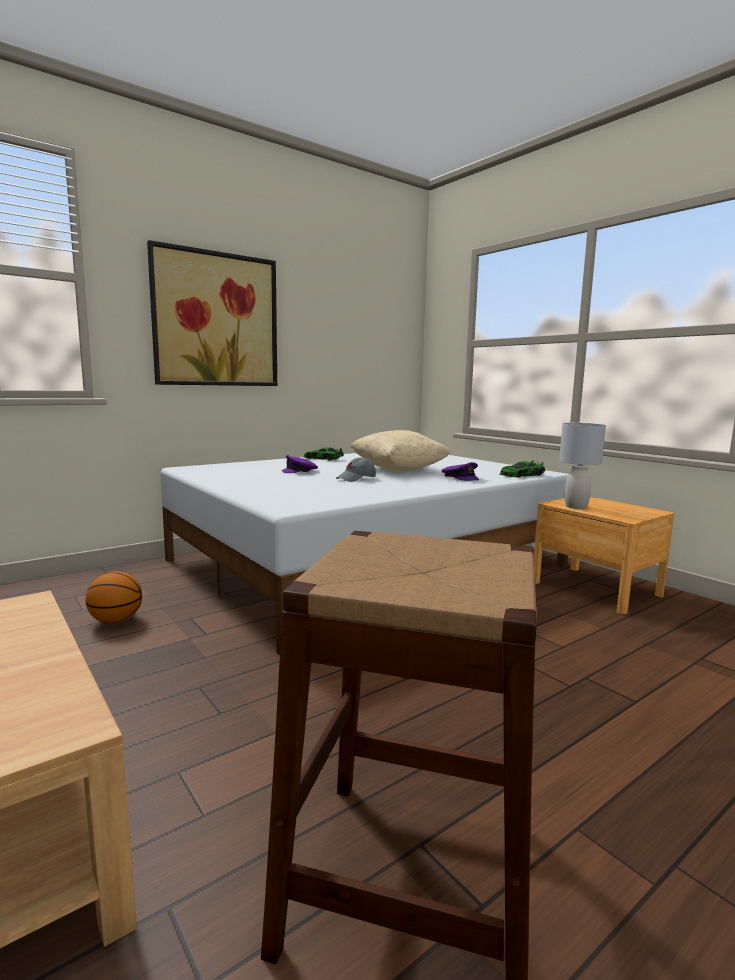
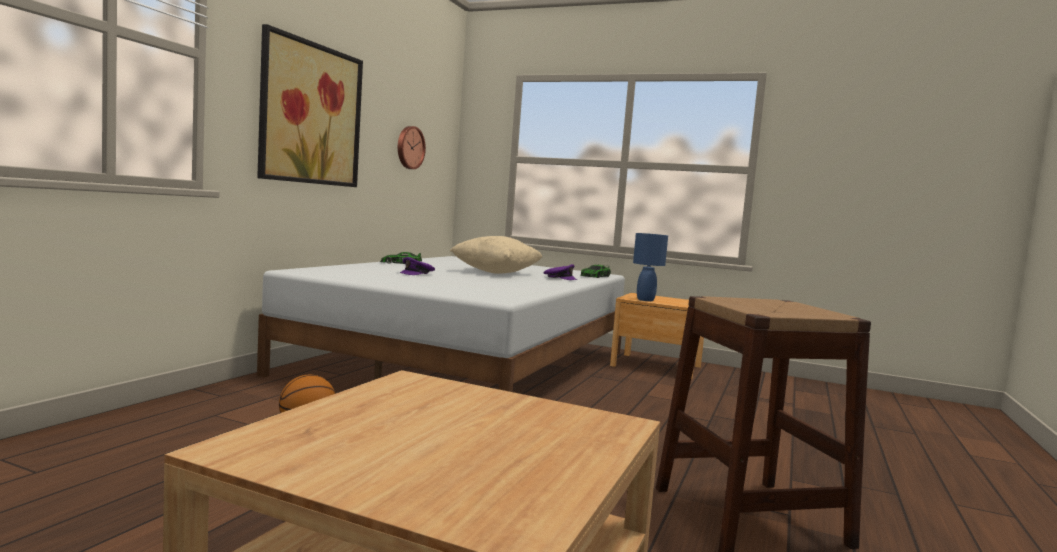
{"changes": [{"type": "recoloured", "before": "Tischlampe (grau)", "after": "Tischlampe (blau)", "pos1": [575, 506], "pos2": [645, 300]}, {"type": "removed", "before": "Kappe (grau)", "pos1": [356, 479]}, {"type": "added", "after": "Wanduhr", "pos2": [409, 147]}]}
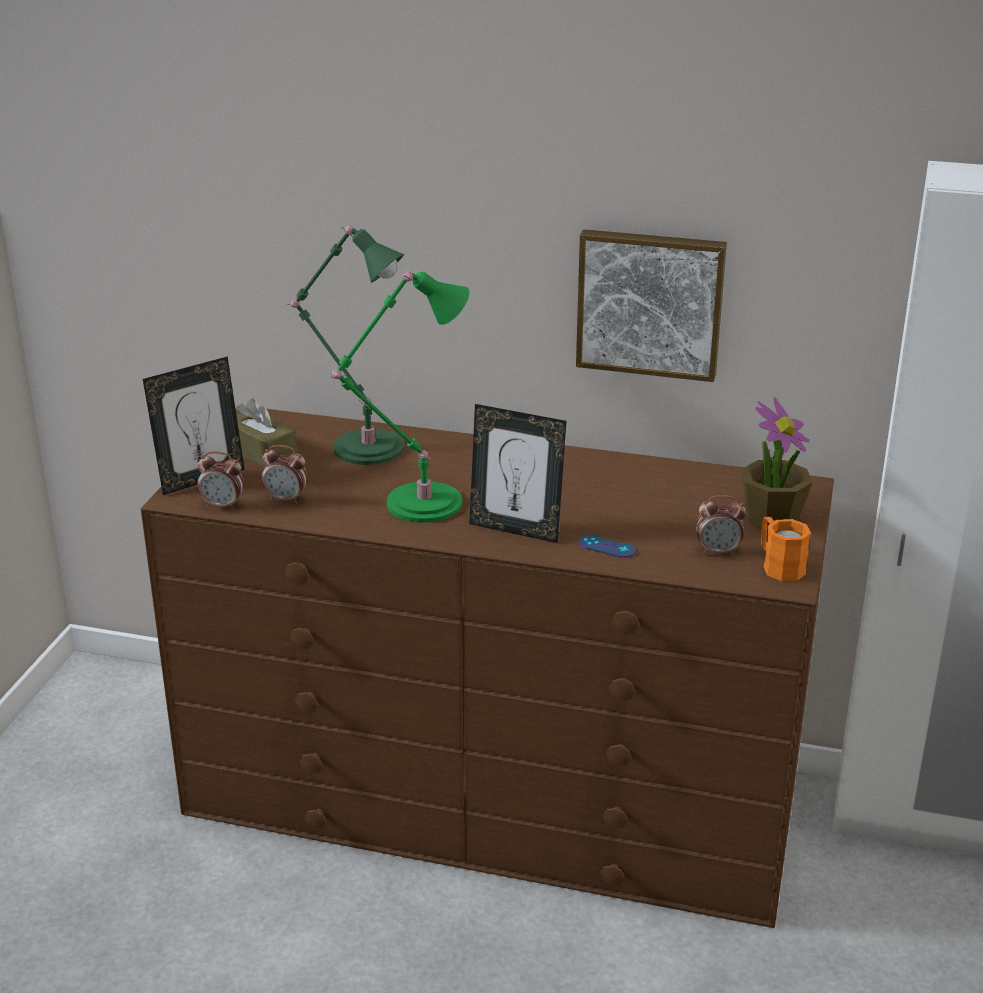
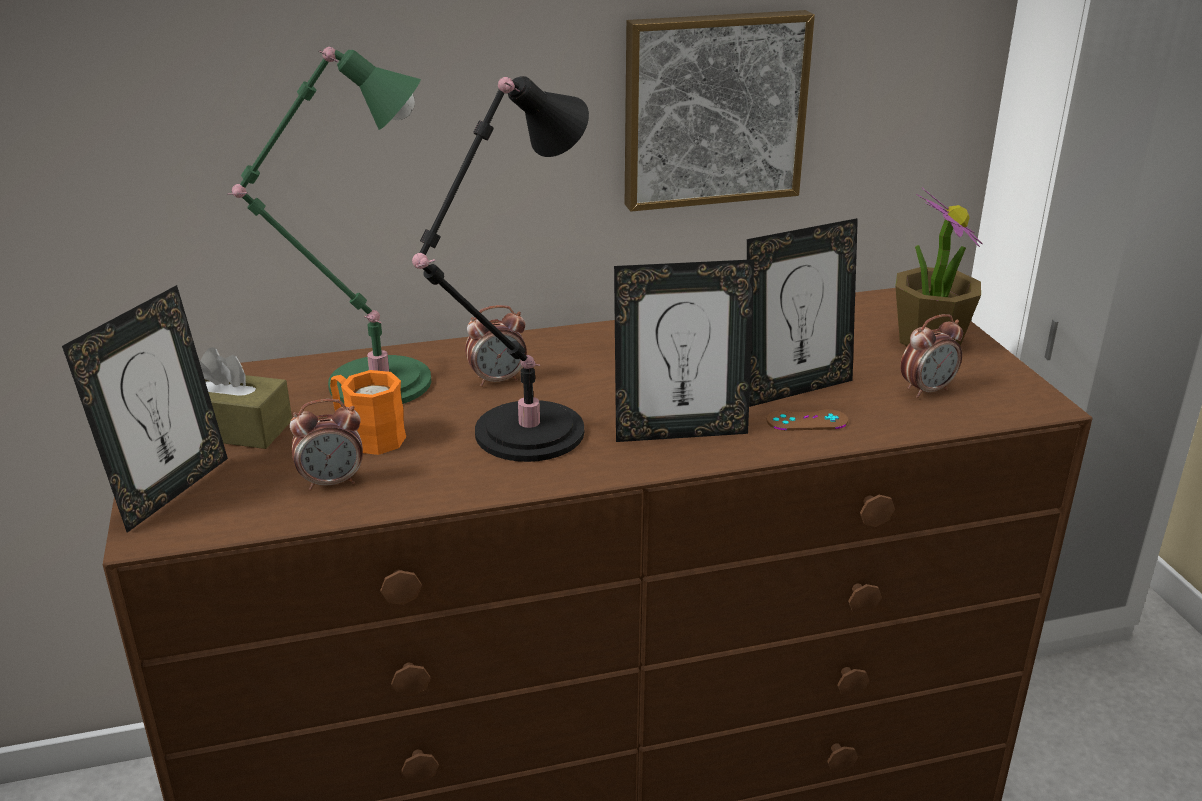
{"changes": [{"type": "recoloured", "before": "Tischlampe (grün)", "after": "Tischlampe (schwarz)", "pos1": [417, 504], "pos2": [521, 435]}, {"type": "moved", "before": "Wecker", "pos1": [223, 506], "pos2": [498, 380]}, {"type": "moved", "before": "Henkelbecher (orange)", "pos1": [778, 565], "pos2": [367, 436]}, {"type": "recoloured", "before": "Gamepad (blau)", "after": "Gamepad (braun)", "pos1": [606, 546], "pos2": [807, 421]}, {"type": "added", "after": "Bilderrahmen", "pos2": [795, 389]}]}
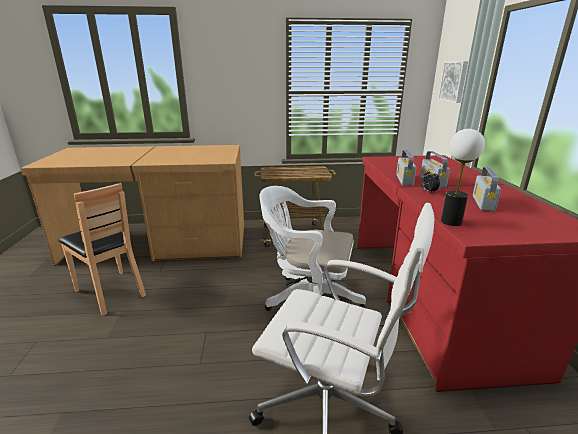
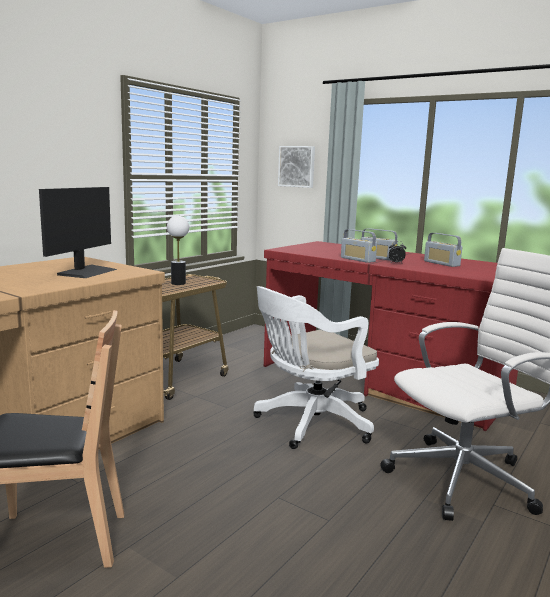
{"changes": [{"type": "moved", "before": "Tischlampe", "pos1": [451, 221], "pos2": [178, 283]}, {"type": "added", "after": "Monitor", "pos2": [87, 272]}]}
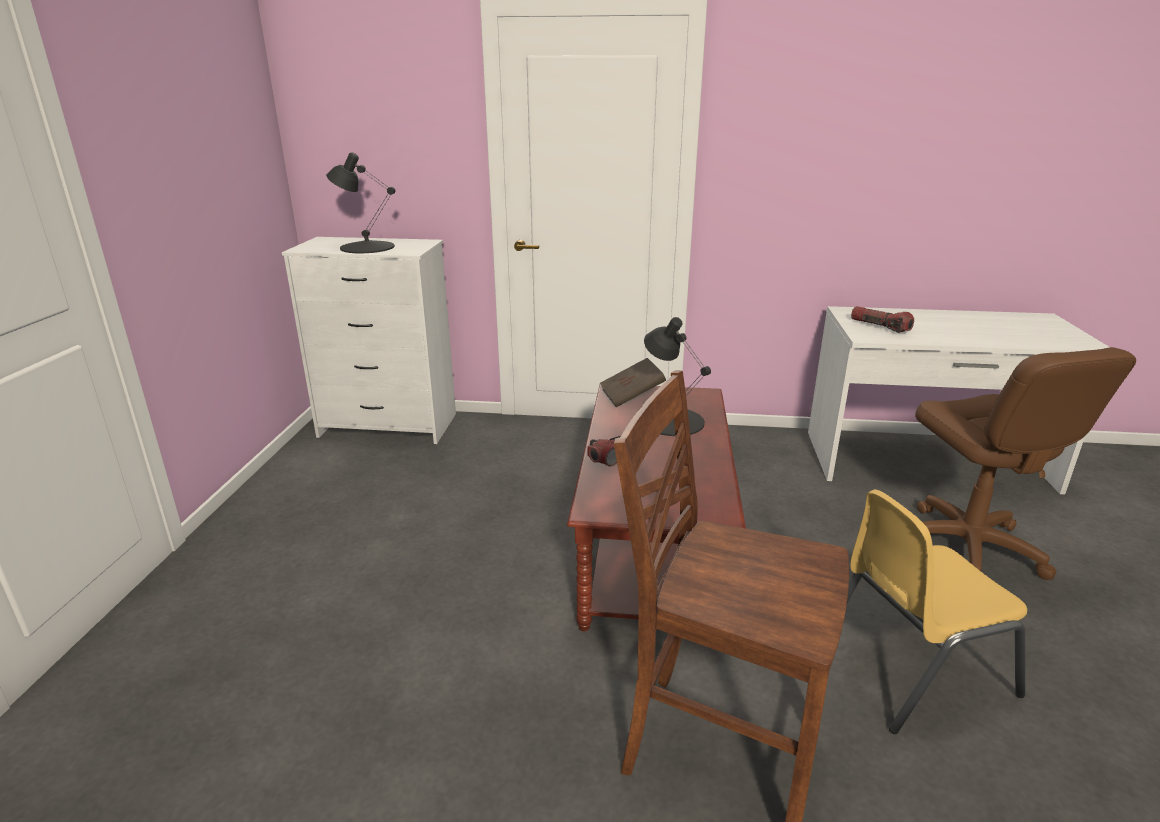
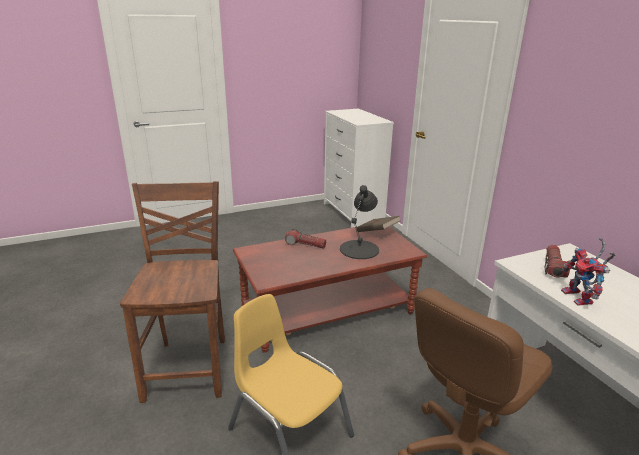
{"changes": [{"type": "removed", "before": "Tischlampe (schwarz)", "pos1": [366, 247]}, {"type": "added", "after": "Spielzeugroboter", "pos2": [580, 298]}]}
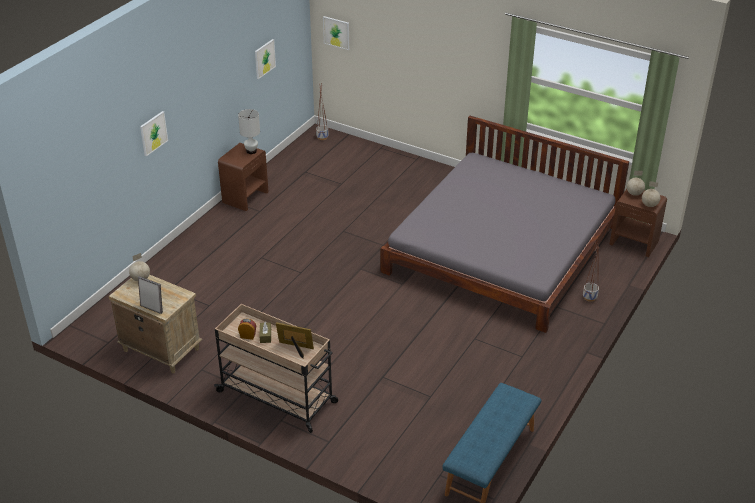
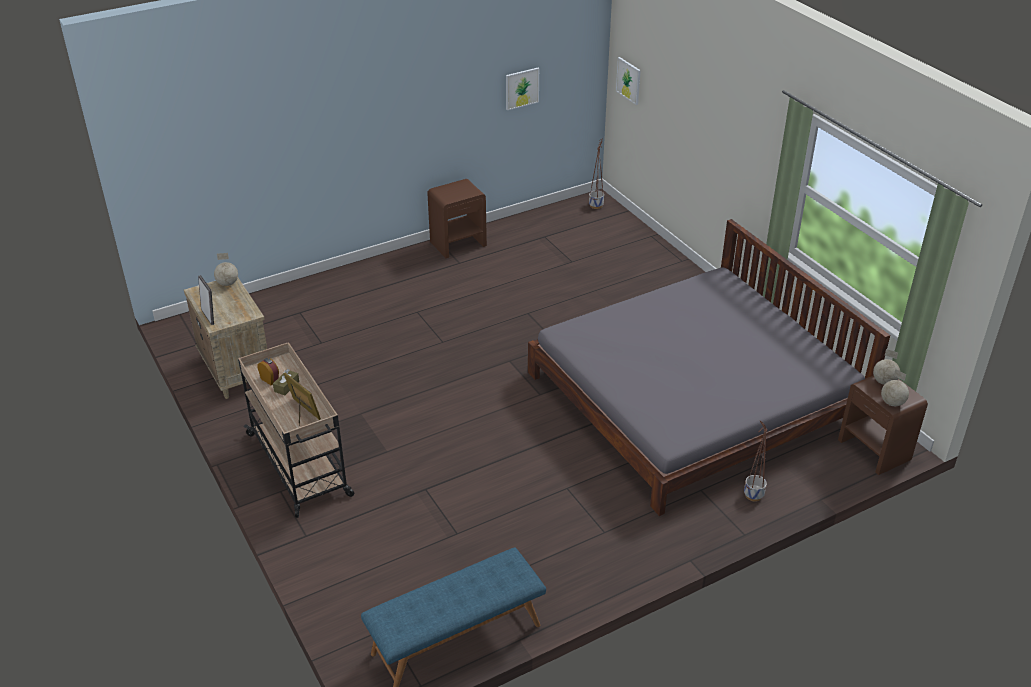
{"changes": [{"type": "removed", "before": "Tischlampe (weiß)", "pos1": [251, 151]}, {"type": "removed", "before": "Bild", "pos1": [153, 133]}]}
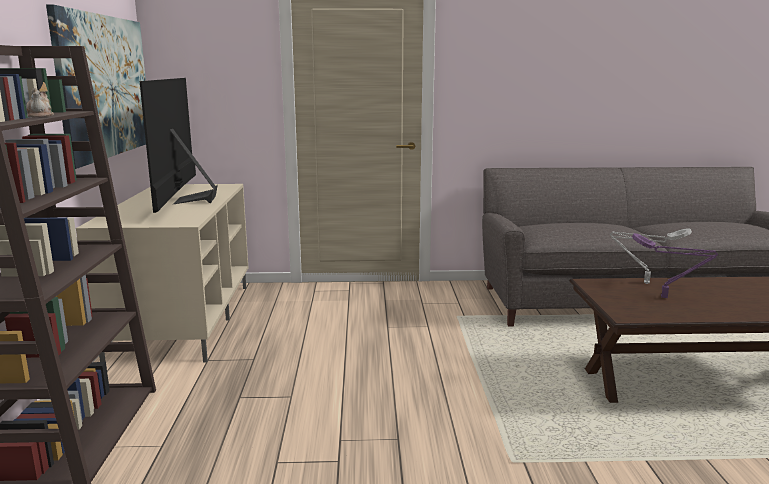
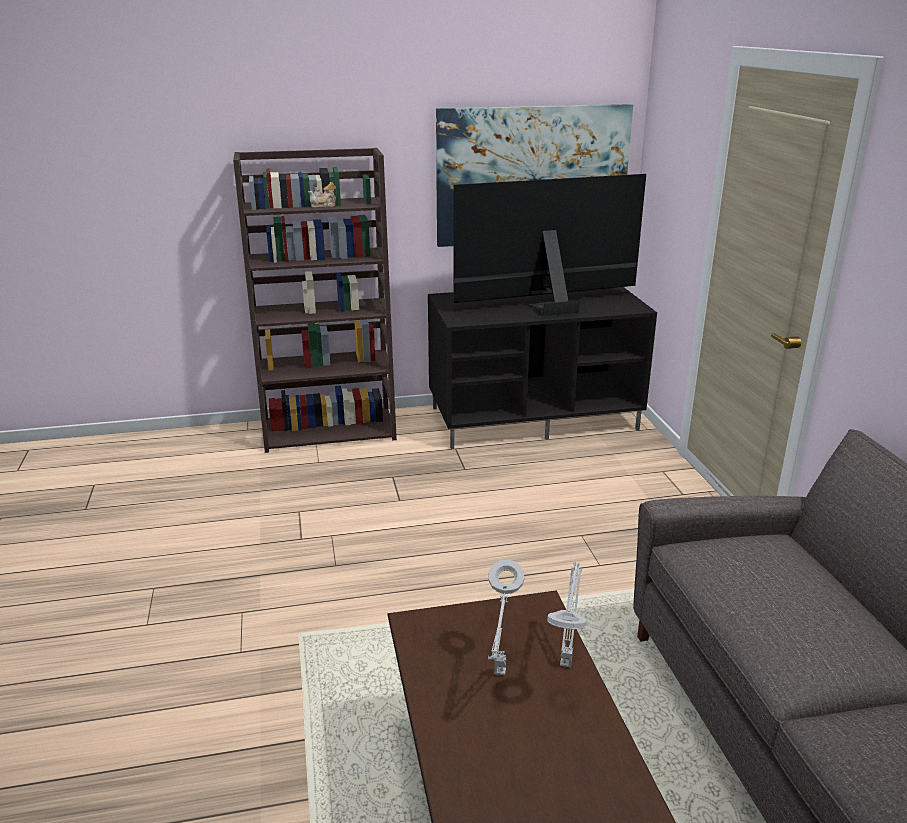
{"changes": [{"type": "recoloured", "before": "Fernsehschrank (beige)", "after": "Fernsehschrank (schwarz)", "pos1": [183, 319], "pos2": [534, 418]}, {"type": "recoloured", "before": "Tischlampe (lila)", "after": "Tischlampe (grau)", "pos1": [667, 298], "pos2": [499, 675]}]}
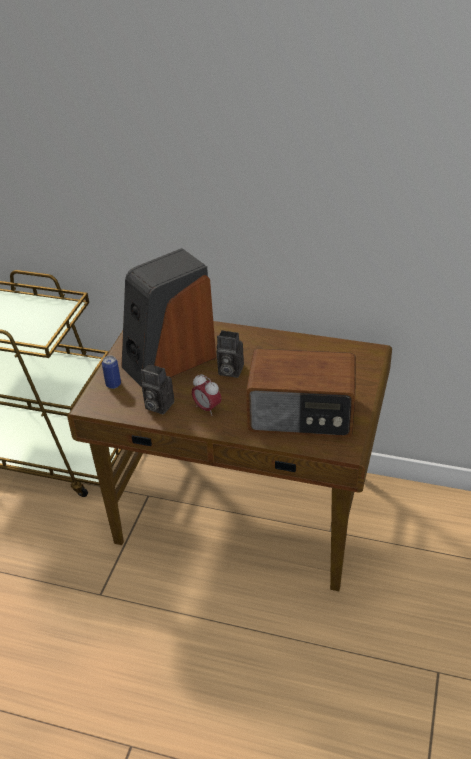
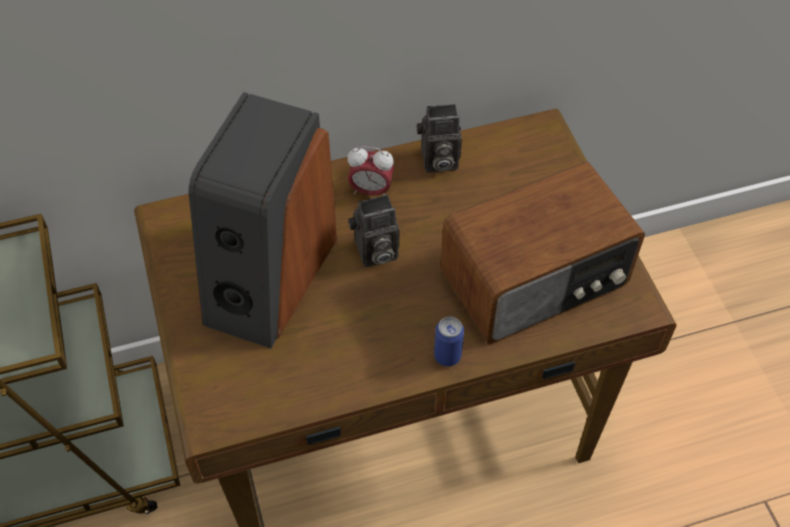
{"changes": [{"type": "moved", "before": "Dose", "pos1": [113, 384], "pos2": [447, 356]}, {"type": "moved", "before": "Kamera", "pos1": [157, 405], "pos2": [437, 161]}, {"type": "moved", "before": "Wecker", "pos1": [207, 408], "pos2": [371, 190]}]}
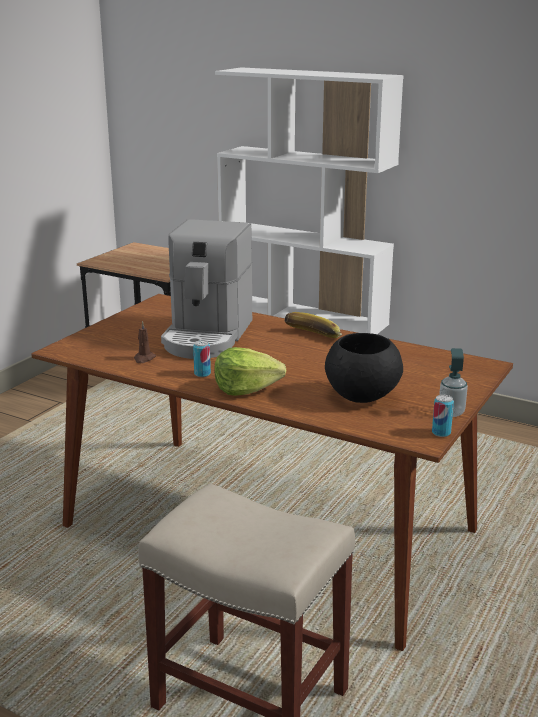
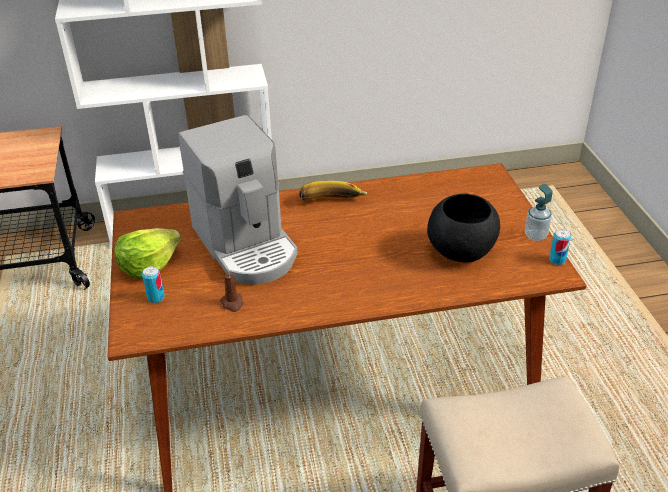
{"changes": [{"type": "moved", "before": "Dose", "pos1": [202, 374], "pos2": [156, 298]}, {"type": "moved", "before": "Salatkopf", "pos1": [246, 388], "pos2": [148, 265]}]}
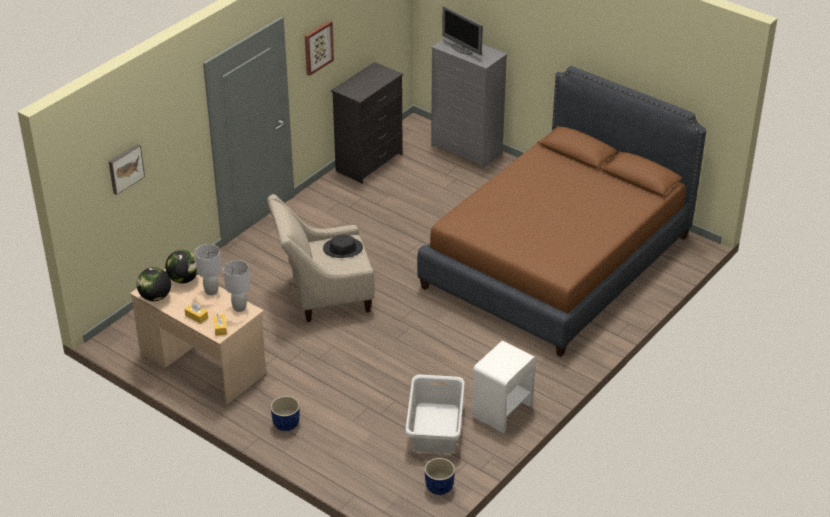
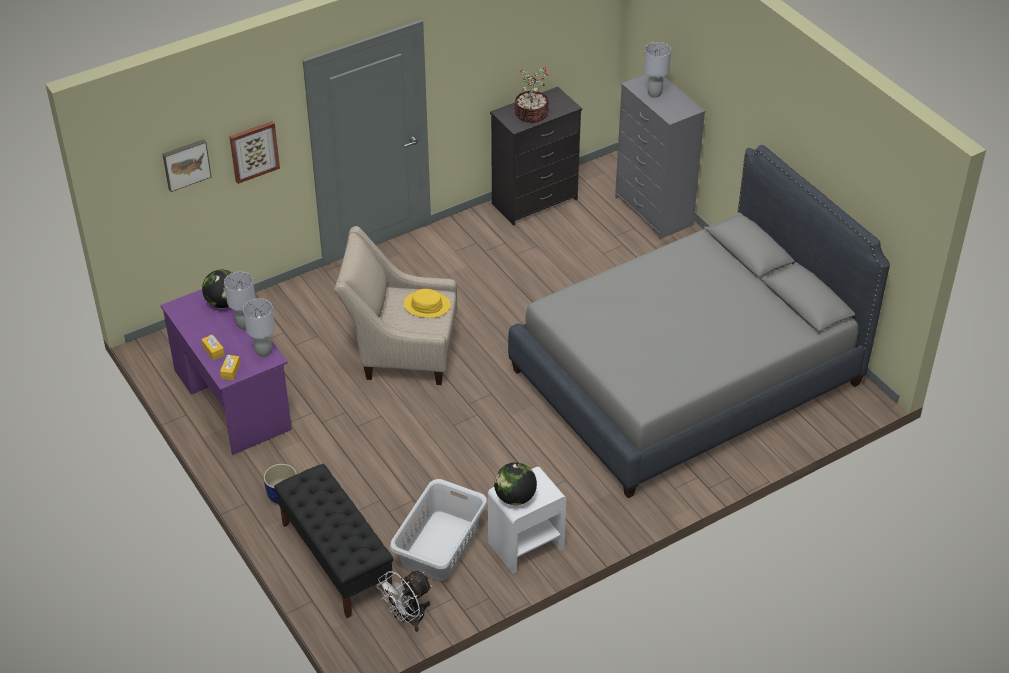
{"changes": [{"type": "replaced", "before": "Monitor", "after": "Tischlampe (grau)", "pos1": [462, 49], "pos2": [654, 94]}, {"type": "moved", "before": "Bild", "pos1": [318, 47], "pos2": [254, 151]}, {"type": "recoloured", "before": "Bett (braun)", "after": "Bett (grau)", "pos1": [557, 261], "pos2": [687, 377]}, {"type": "recoloured", "before": "Hut (schwarz)", "after": "Hut (gelb)", "pos1": [343, 248], "pos2": [426, 305]}, {"type": "moved", "before": "Globus", "pos1": [155, 297], "pos2": [515, 497]}, {"type": "recoloured", "before": "Schreibtisch (beige)", "after": "Schreibtisch (lila)", "pos1": [202, 363], "pos2": [232, 399]}, {"type": "replaced", "before": "Pflanzkübel (blau)", "after": "Ventilator (weiß)", "pos1": [439, 487], "pos2": [408, 618]}, {"type": "added", "after": "Topfpflanze", "pos2": [531, 115]}, {"type": "added", "after": "Bank (schwarz)", "pos2": [336, 559]}]}
